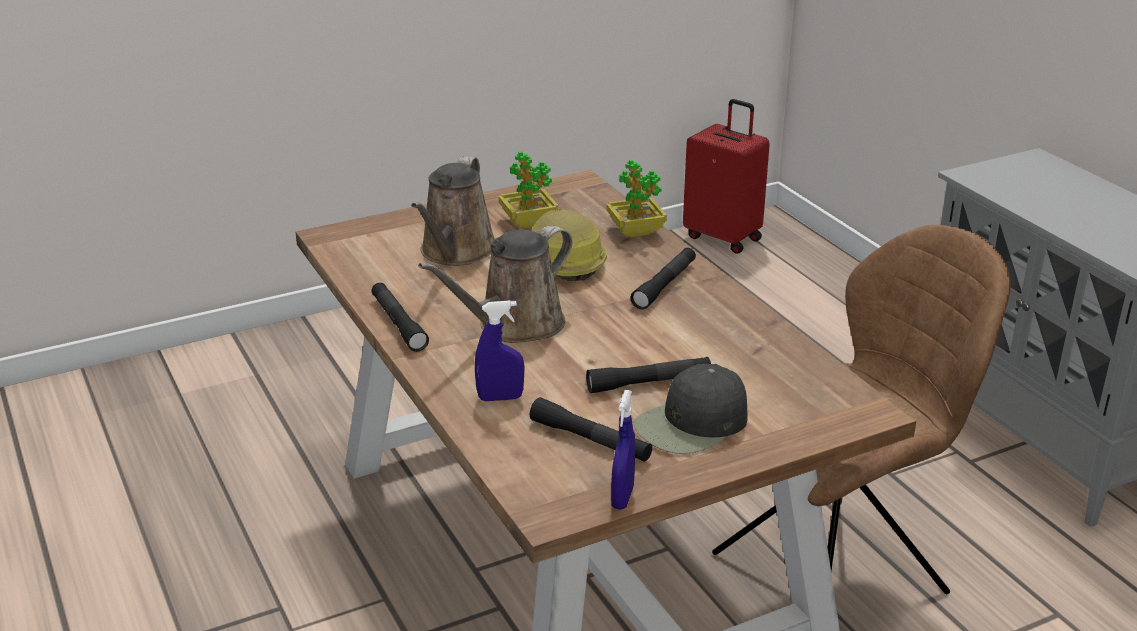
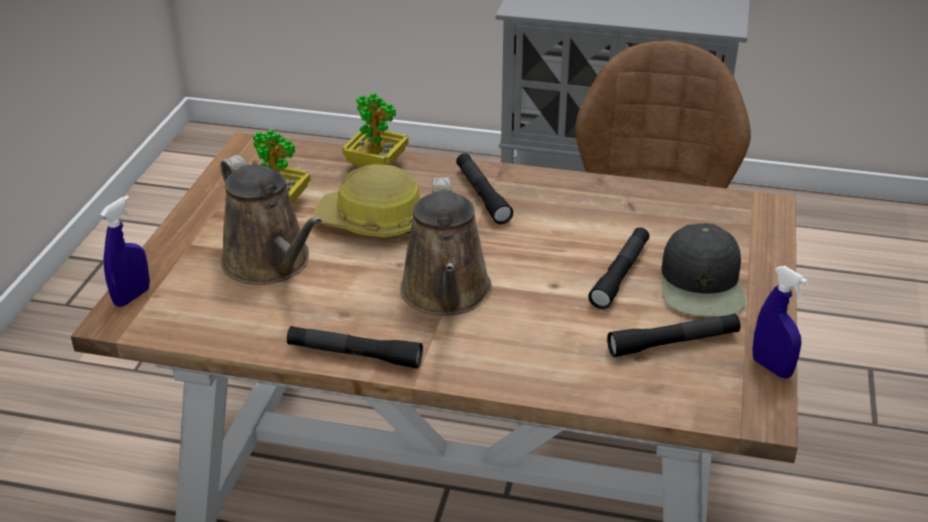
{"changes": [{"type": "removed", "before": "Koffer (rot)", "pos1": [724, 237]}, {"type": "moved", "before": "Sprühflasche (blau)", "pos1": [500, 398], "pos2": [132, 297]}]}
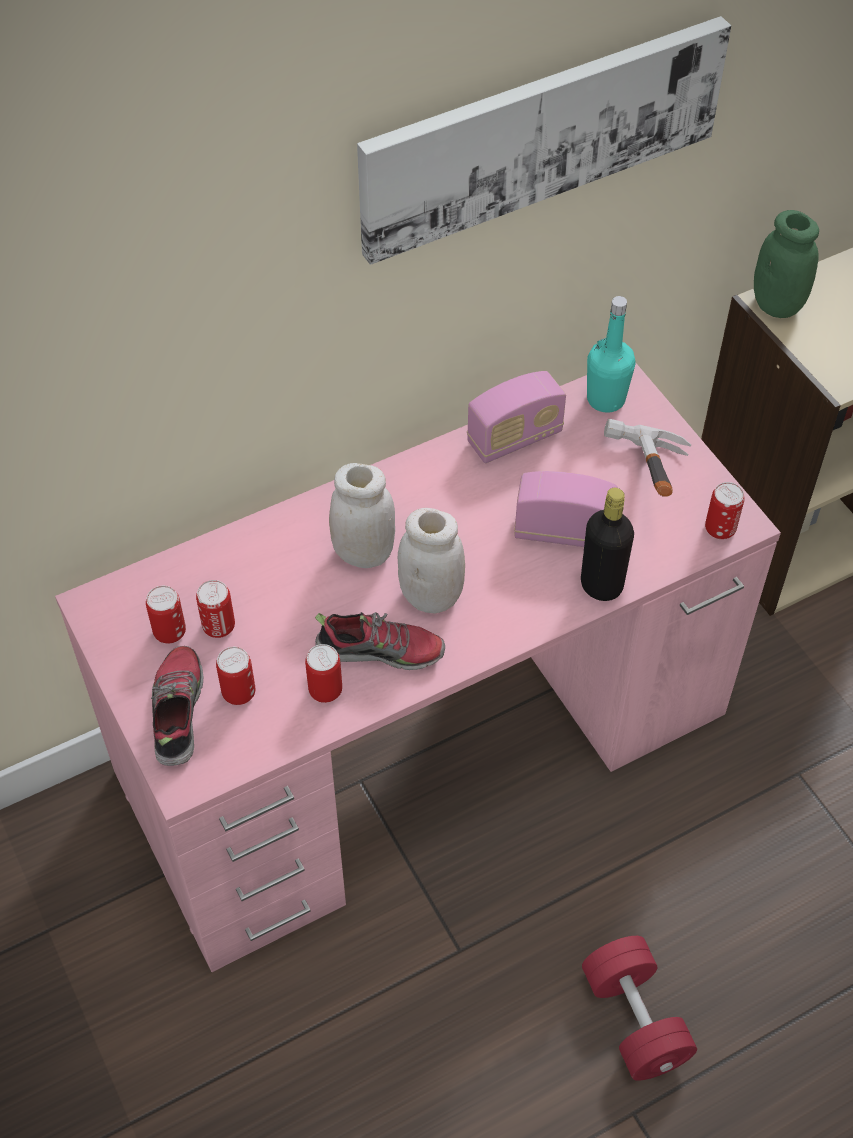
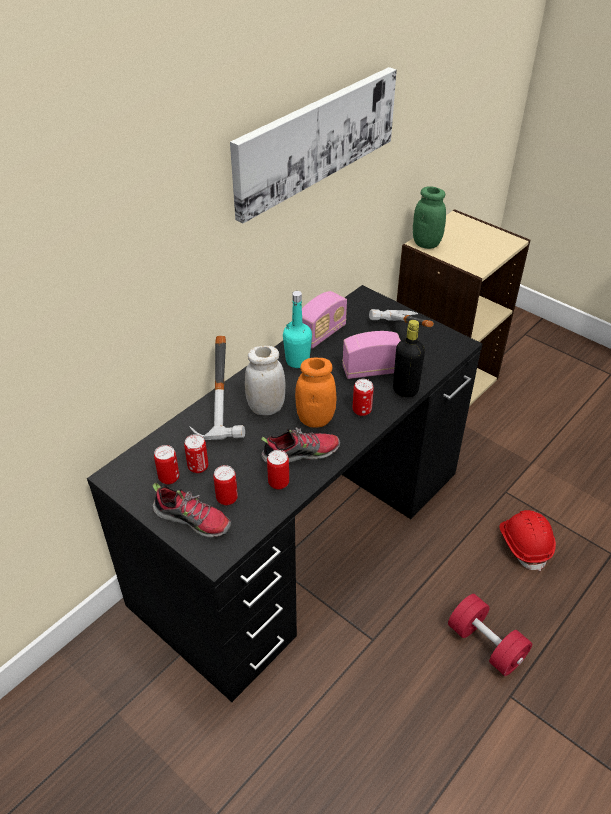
{"changes": [{"type": "moved", "before": "Flasche (türkis)", "pos1": [606, 399], "pos2": [297, 361]}, {"type": "recoloured", "before": "Schreibtisch (rosa)", "after": "Schreibtisch (schwarz)", "pos1": [426, 744], "pos2": [304, 535]}, {"type": "moved", "before": "Dose", "pos1": [720, 529], "pos2": [362, 410]}, {"type": "recoloured", "before": "Vorratsglas (weiß)", "after": "Vorratsglas (orange)", "pos1": [431, 596], "pos2": [315, 419]}, {"type": "turned", "before": "Schuh", "pos1": [177, 712], "pos2": [193, 519], "turn": 135}, {"type": "added", "after": "Hammer", "pos2": [228, 415]}, {"type": "added", "after": "Schutzhelm (rot)", "pos2": [524, 544]}]}
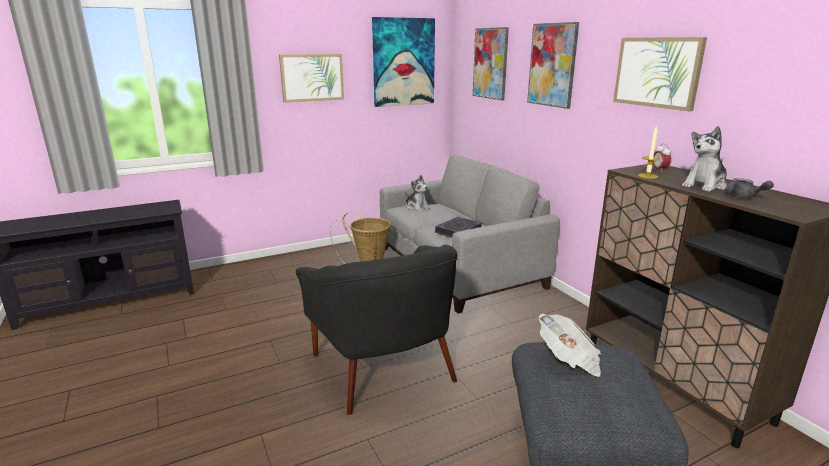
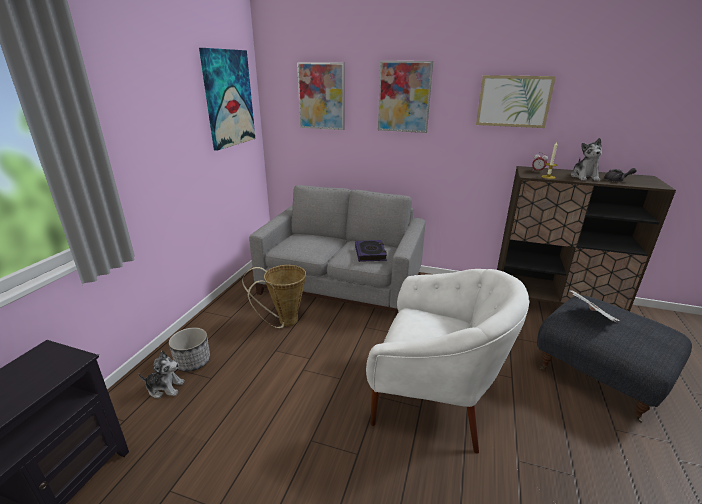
{"changes": [{"type": "removed", "before": "Bild", "pos1": [312, 77]}, {"type": "moved", "before": "Plüschtier", "pos1": [417, 207], "pos2": [165, 387]}, {"type": "recoloured", "before": "Sessel (schwarz)", "after": "Sessel (weiß)", "pos1": [385, 367], "pos2": [433, 396]}, {"type": "added", "after": "Pflanzkübel", "pos2": [193, 362]}]}
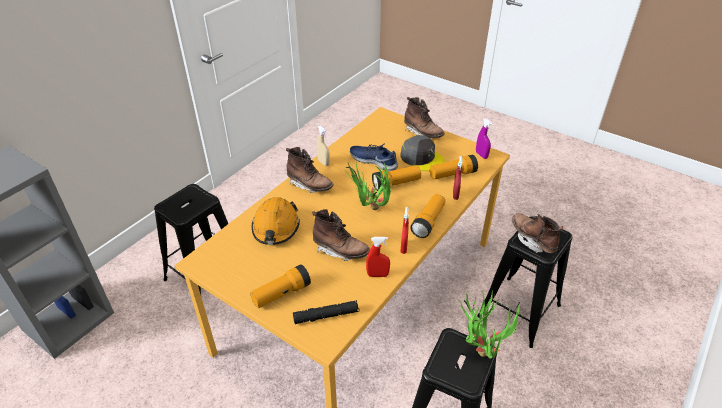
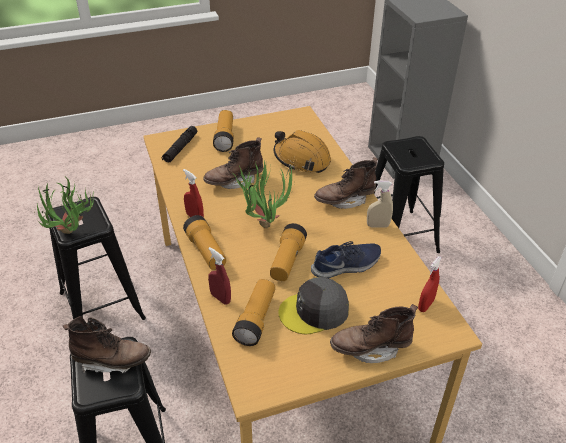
{"changes": [{"type": "removed", "before": "Sprühflasche (lila)", "pos1": [481, 155]}, {"type": "moved", "before": "Sprühflasche (rot)", "pos1": [377, 275], "pos2": [426, 305]}]}
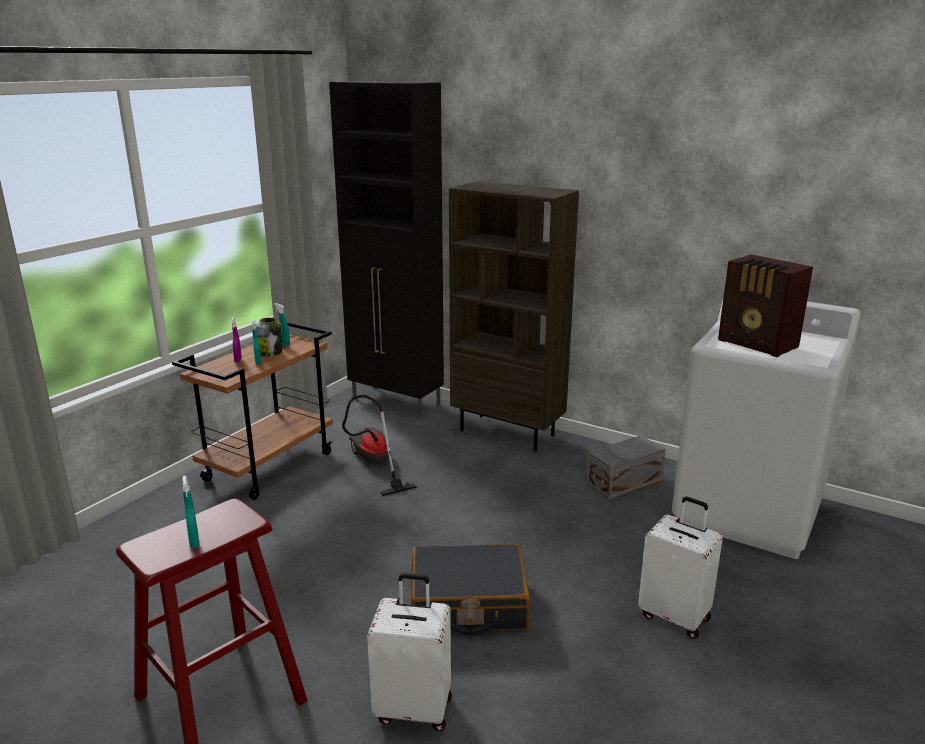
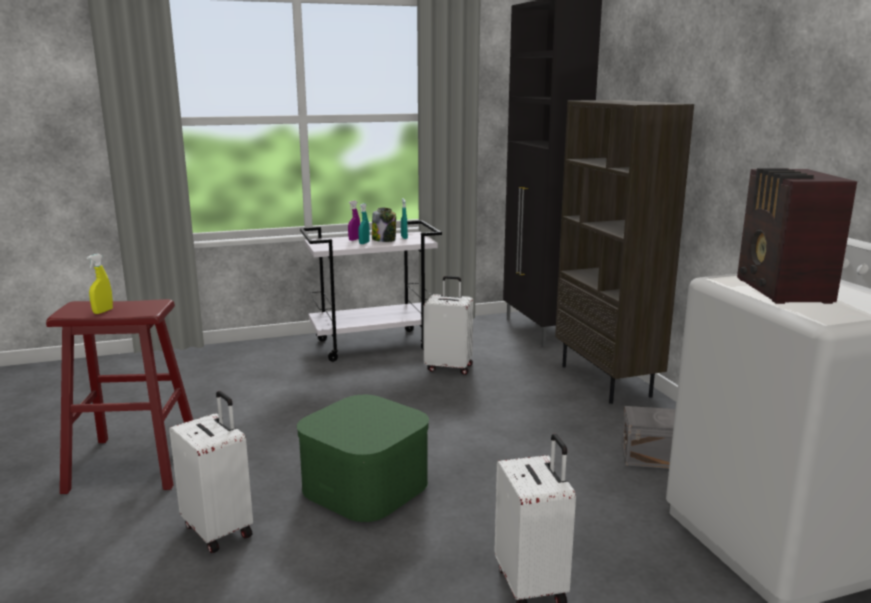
{"changes": [{"type": "recoloured", "before": "Rollwagen (braun)", "after": "Rollwagen (weiß)", "pos1": [269, 466], "pos2": [374, 345]}, {"type": "replaced", "before": "Staubsauger", "after": "Koffer (weiß)", "pos1": [373, 464], "pos2": [449, 367]}, {"type": "recoloured", "before": "Sprühflasche (türkis)", "after": "Sprühflasche (gelb)", "pos1": [194, 542], "pos2": [103, 311]}, {"type": "replaced", "before": "Koffer (schwarz)", "after": "Aufbewahrungsbox (grün)", "pos1": [468, 603], "pos2": [366, 485]}]}
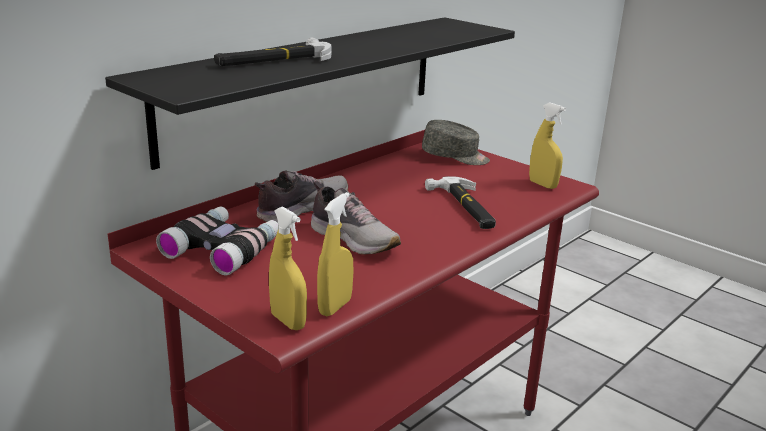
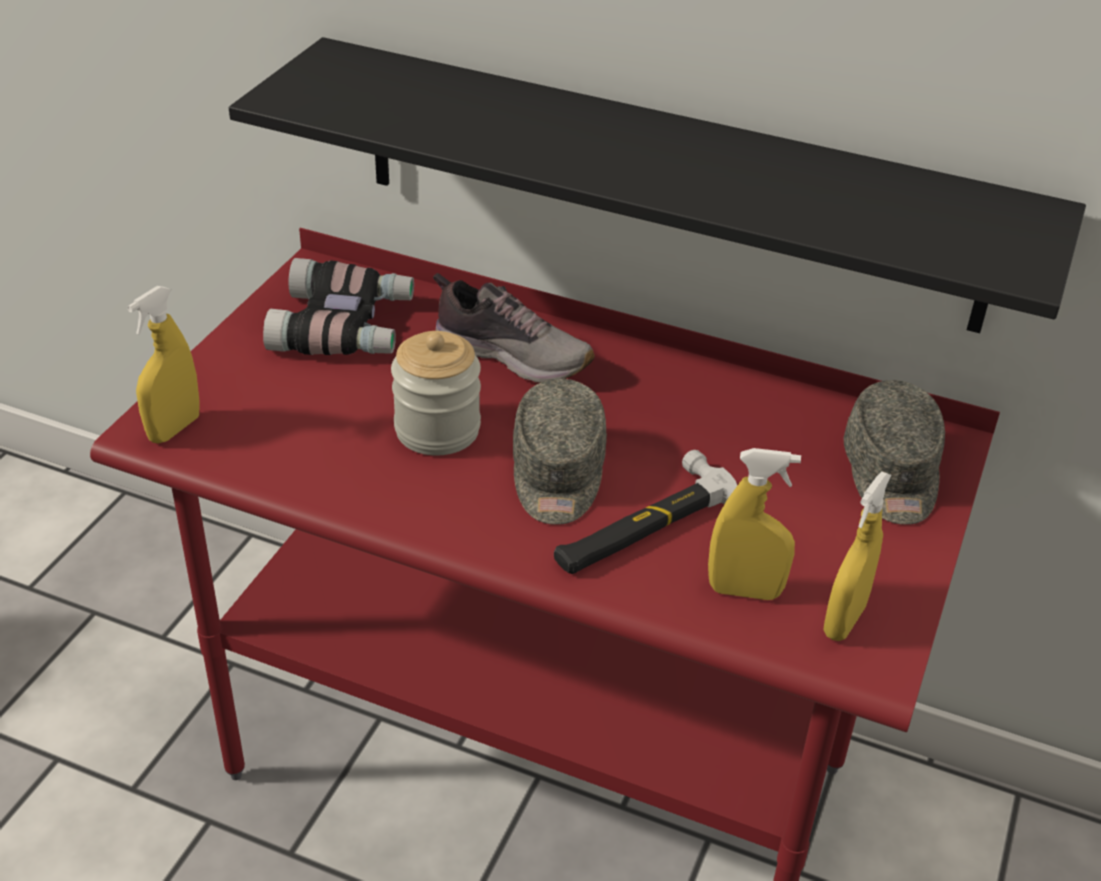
{"changes": [{"type": "removed", "before": "Hammer", "pos1": [274, 60]}, {"type": "replaced", "before": "Schuh", "after": "Vorratsglas", "pos1": [354, 239], "pos2": [437, 430]}, {"type": "moved", "before": "Sprühflasche (gelb)", "pos1": [335, 307], "pos2": [744, 591]}, {"type": "added", "after": "Kappe (grau)", "pos2": [557, 474]}]}
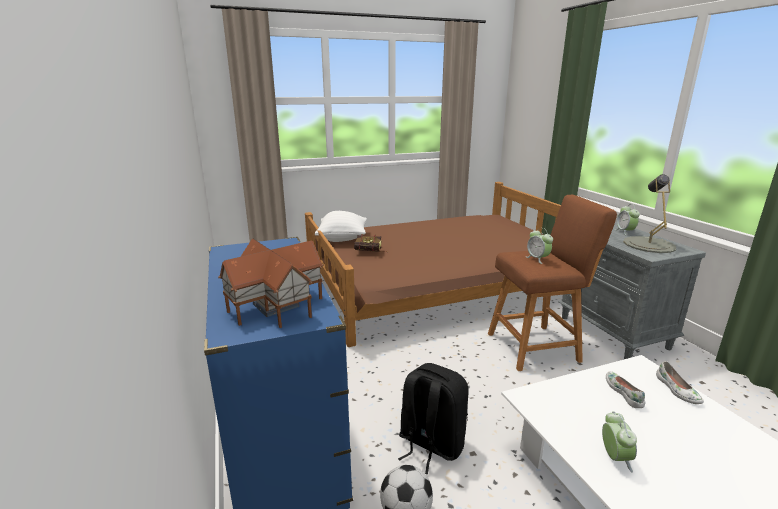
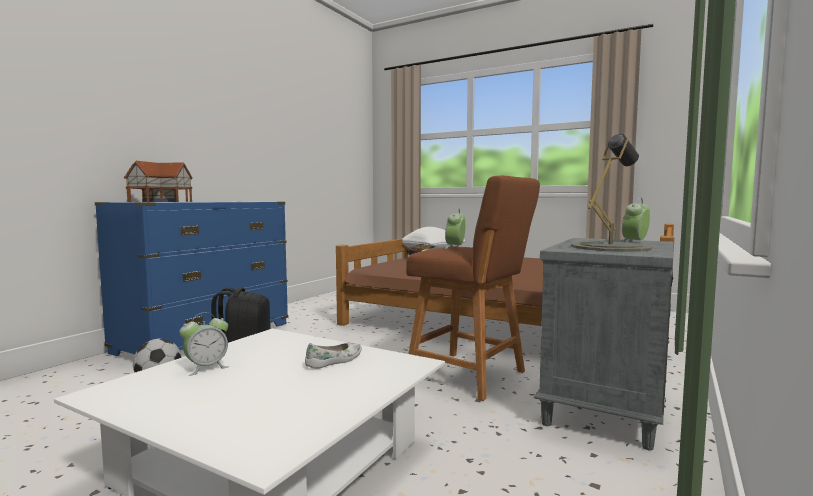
{"changes": [{"type": "removed", "before": "Schuh (weiß)", "pos1": [677, 390]}]}
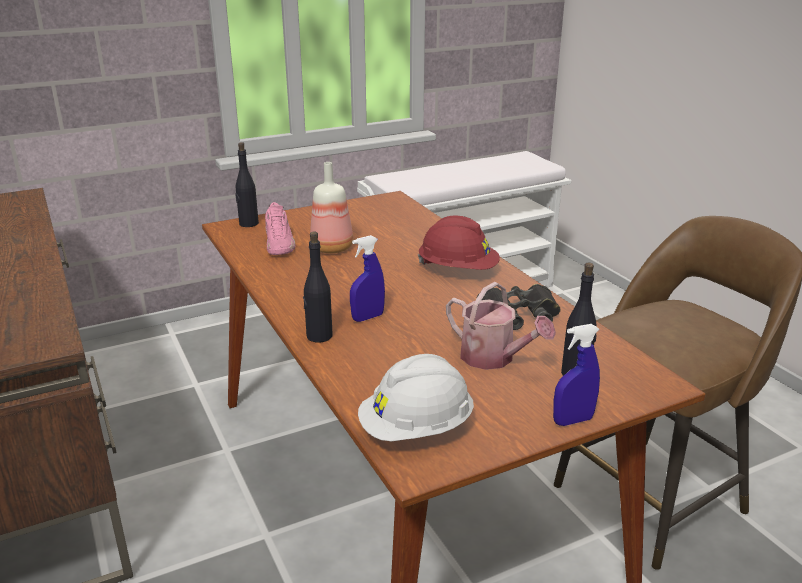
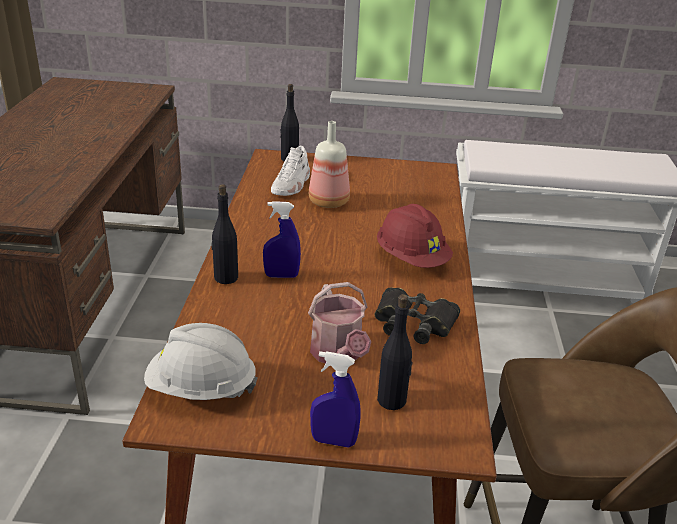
{"changes": [{"type": "recoloured", "before": "Schuh (rosa)", "after": "Schuh (weiß)", "pos1": [279, 244], "pos2": [291, 185]}]}
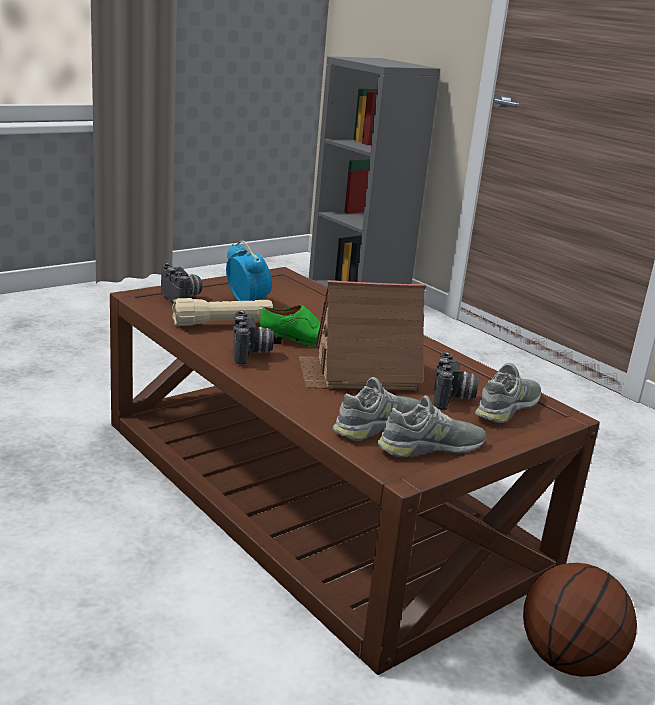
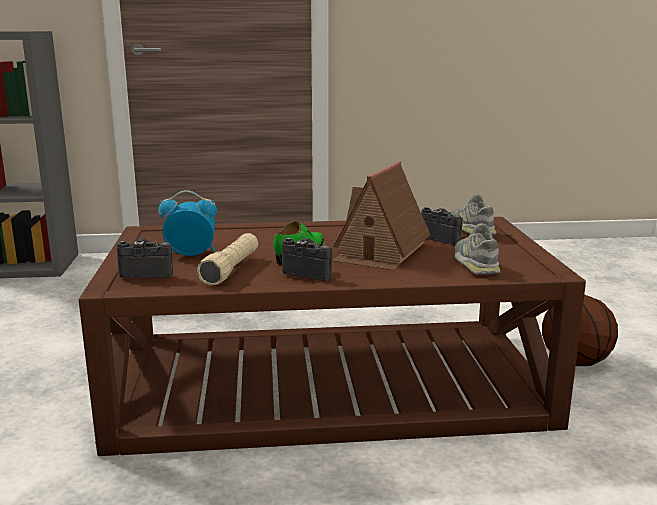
{"changes": [{"type": "removed", "before": "Schuh (grau)", "pos1": [430, 446]}]}
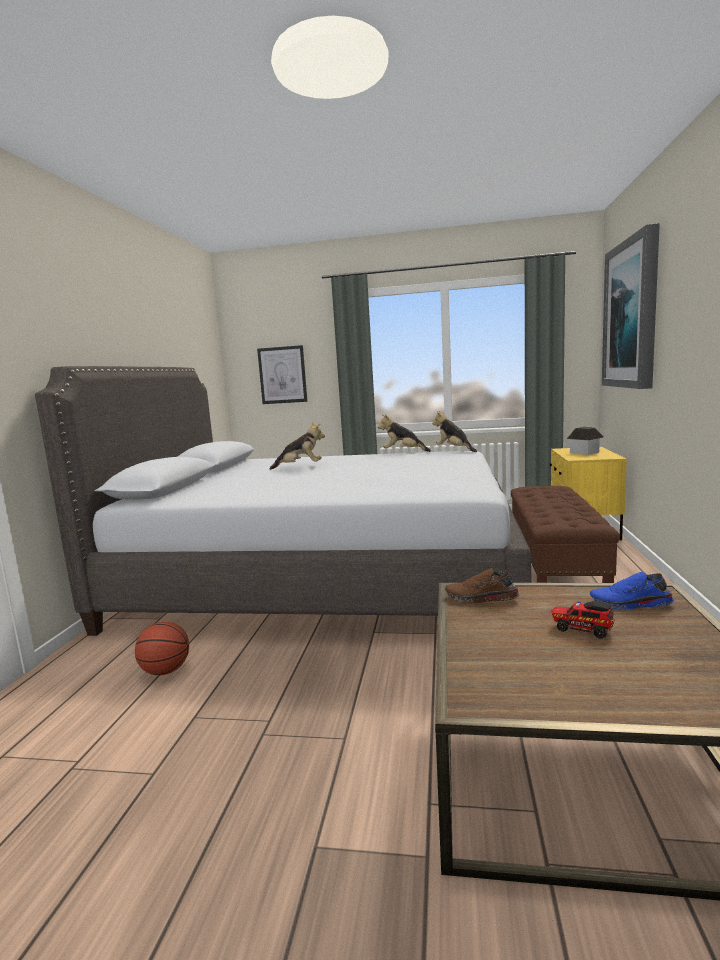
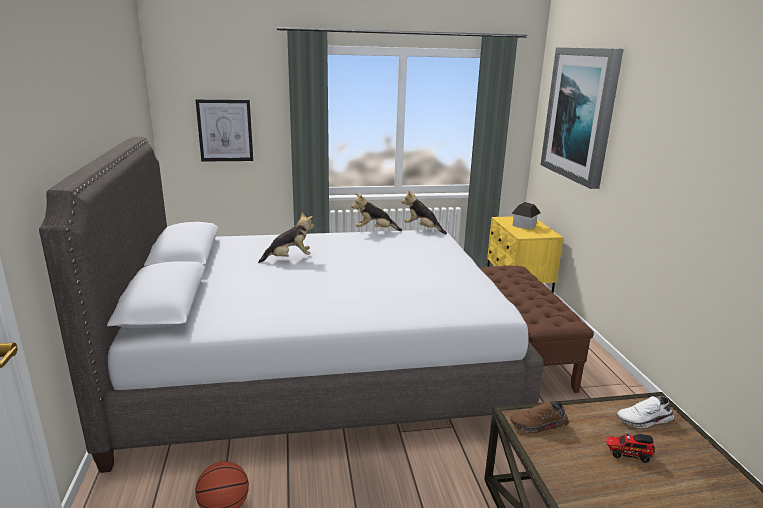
{"changes": [{"type": "recoloured", "before": "Schuh (blau)", "after": "Schuh (weiß)", "pos1": [631, 604], "pos2": [644, 420]}]}
